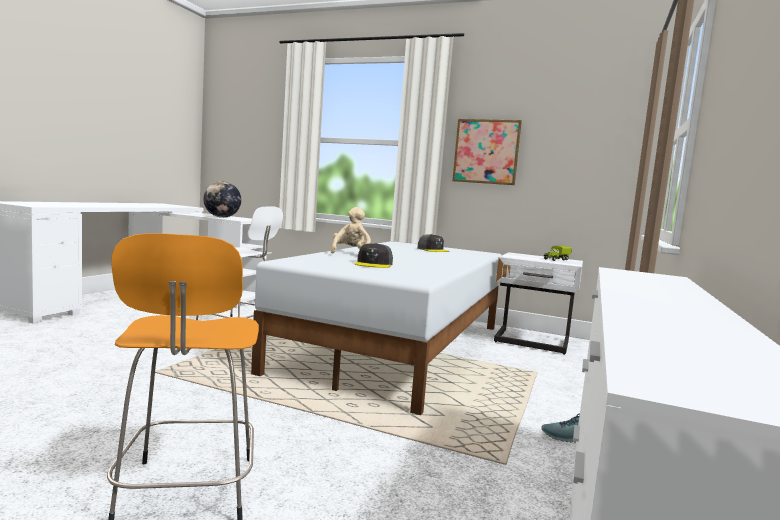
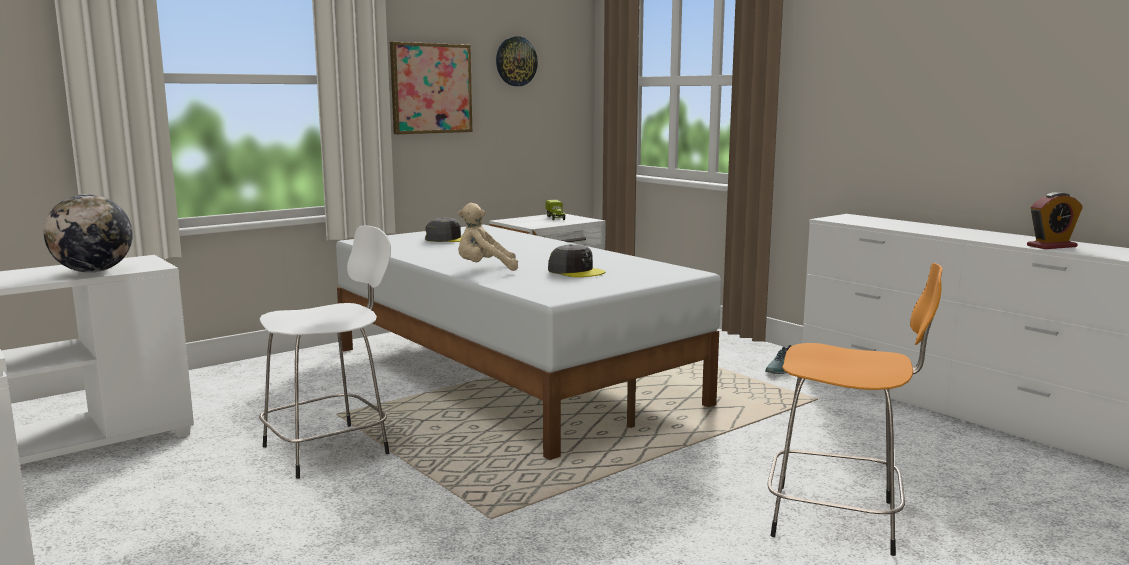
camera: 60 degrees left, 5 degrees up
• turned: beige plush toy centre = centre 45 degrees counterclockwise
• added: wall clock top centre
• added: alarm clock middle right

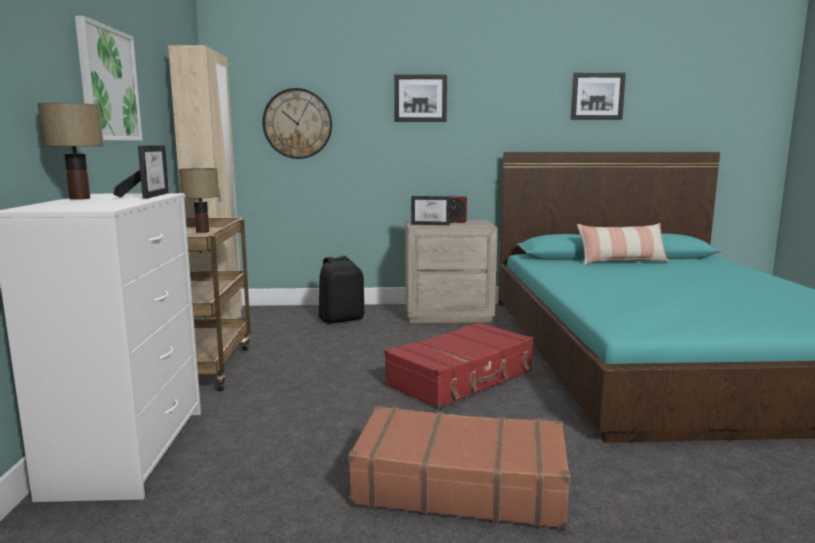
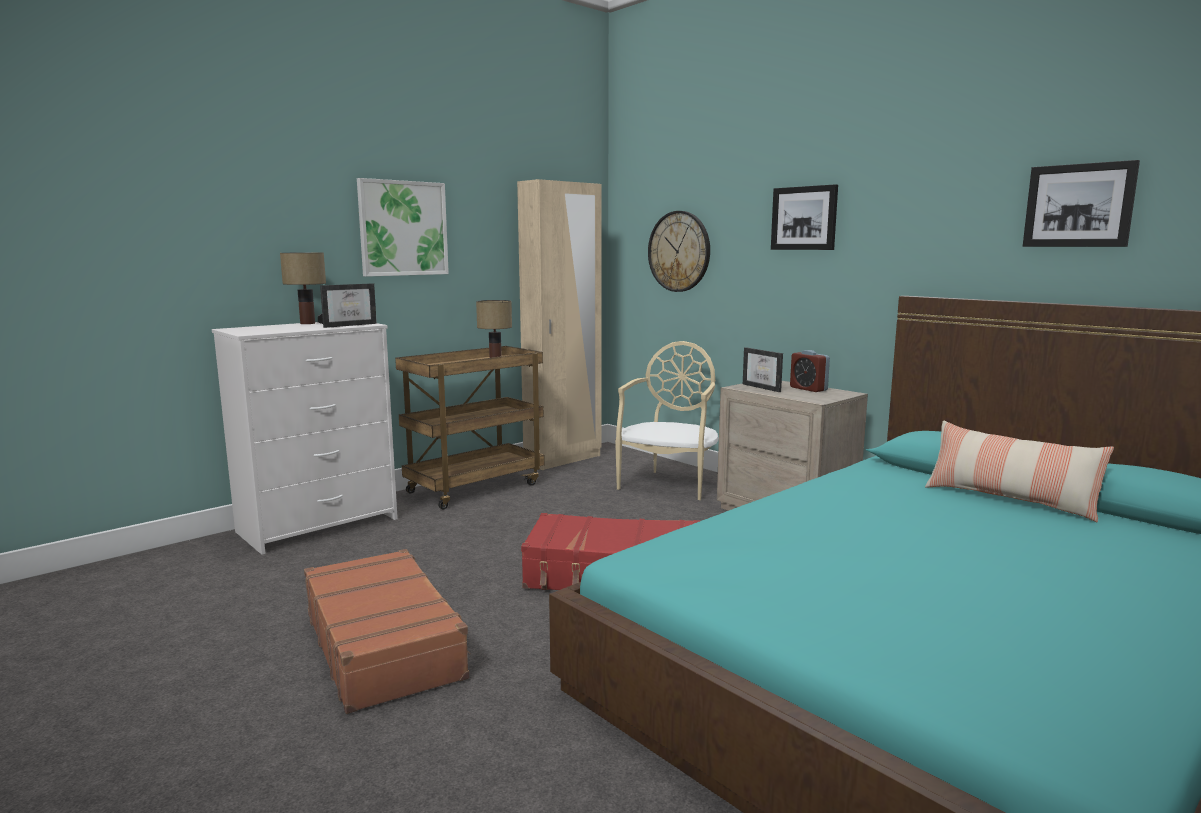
camera: 50 degrees right, 0 degrees up
• replaced: black backpack centre to beige chair centre

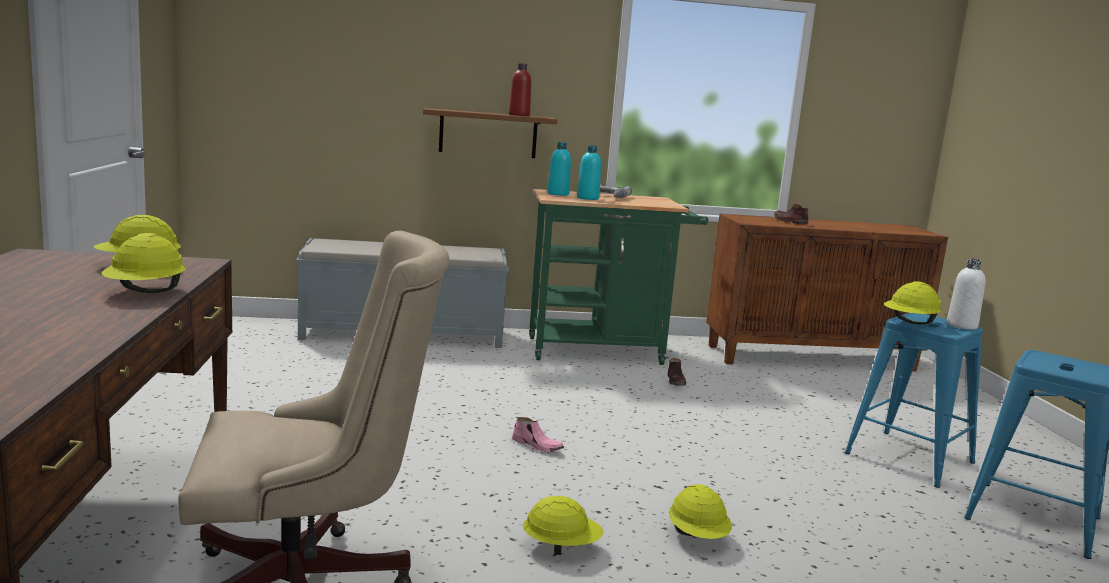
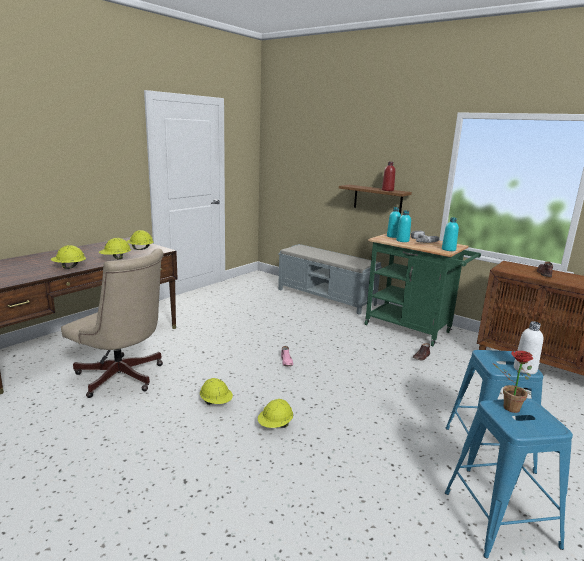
camera: 45 degrees right, 5 degrees up
• moved: yellow hard hat (5th from left in the first image) middle right to yellow hard hat (1st from left) middle left
• added: turquoise bottle (3rd from left) middle right
• added: potted plant bottom right

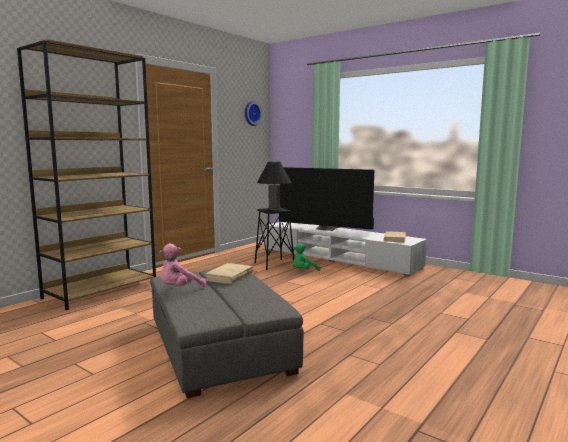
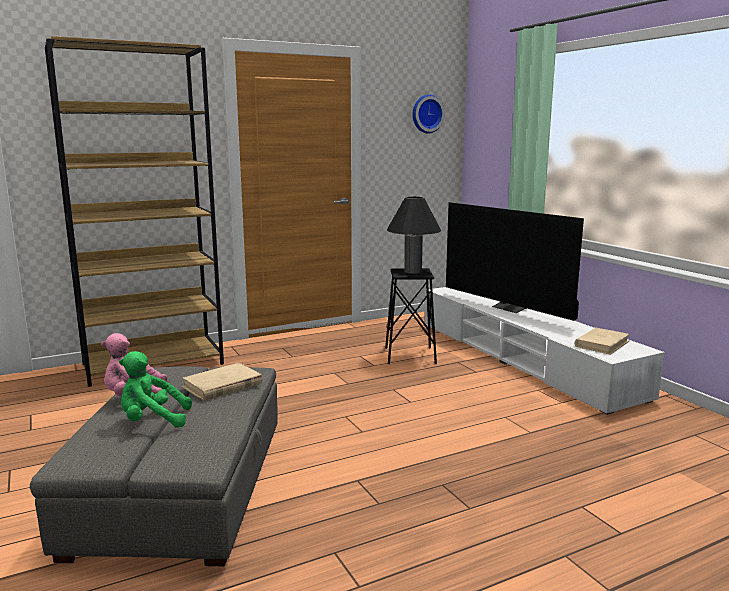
camera: 25 degrees right, 5 degrees up
• moved: green plush toy centre to middle left

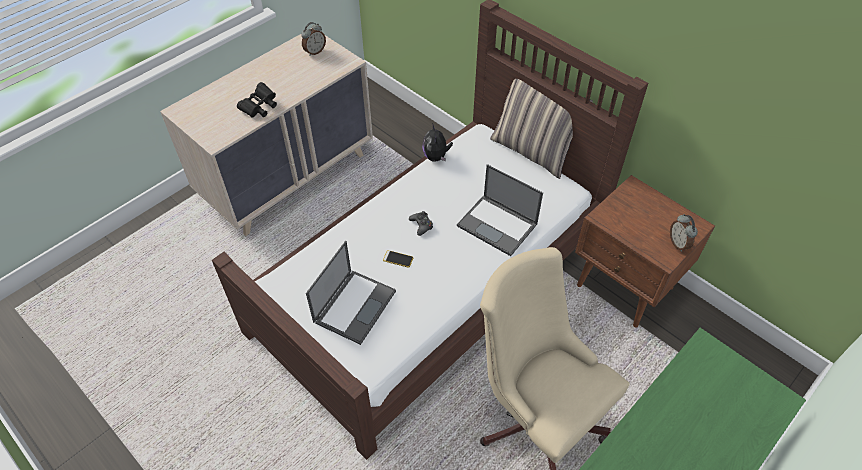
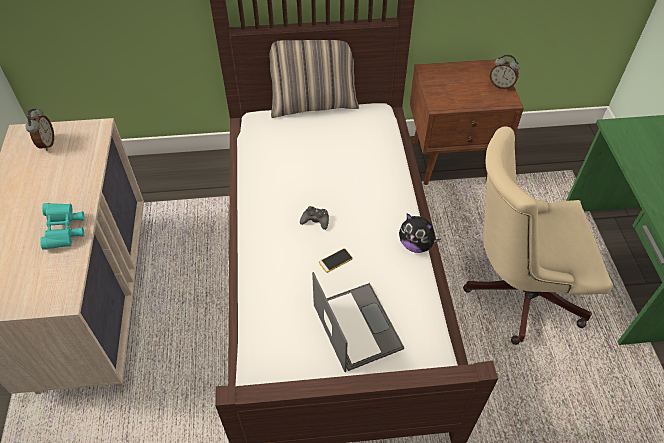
camera: 50 degrees left, 0 degrees up
• recoloured: black binoculars top left to turquoise binoculars middle left
• moved: plush toy top centre to centre
• removed: laptop (2nd from left) centre

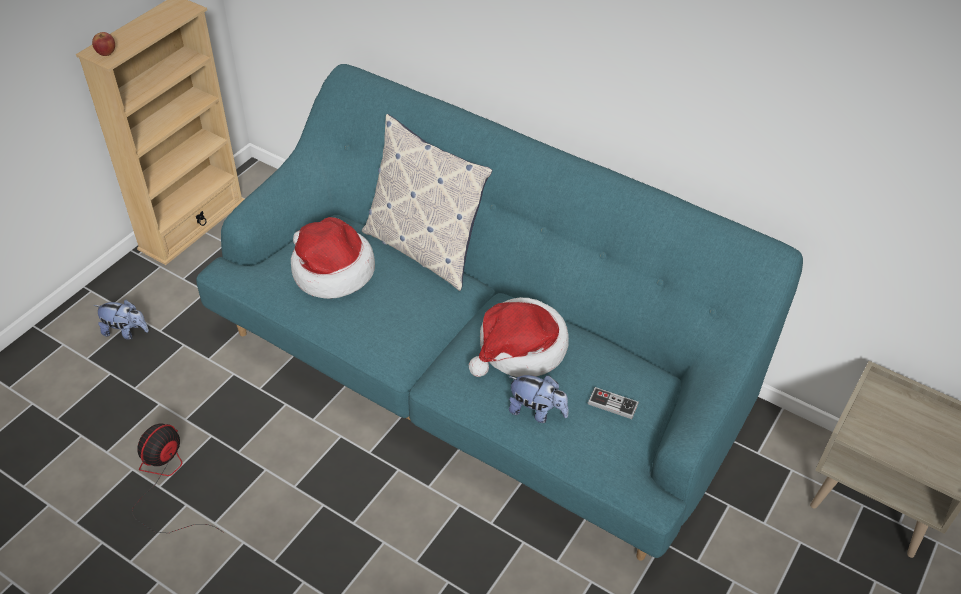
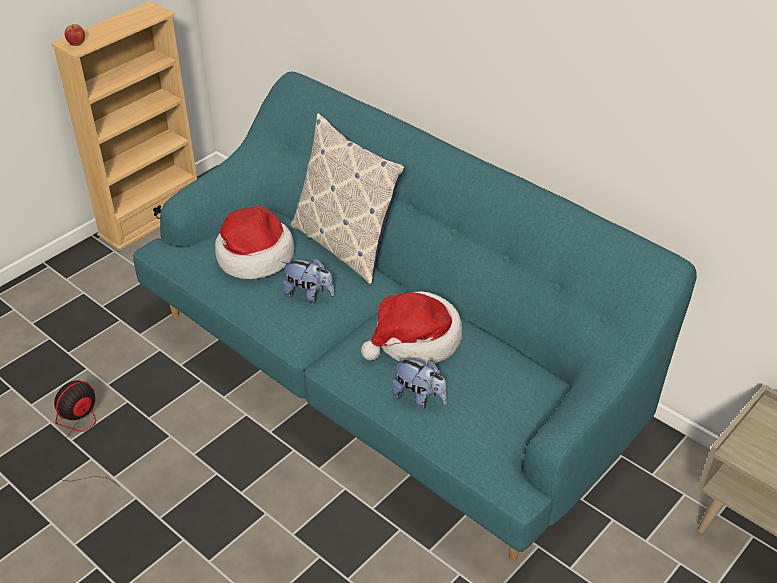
camera: 10 degrees right, 5 degrees down
• moved: plush toy (1st from left) middle left to centre
• removed: game controller bottom centre

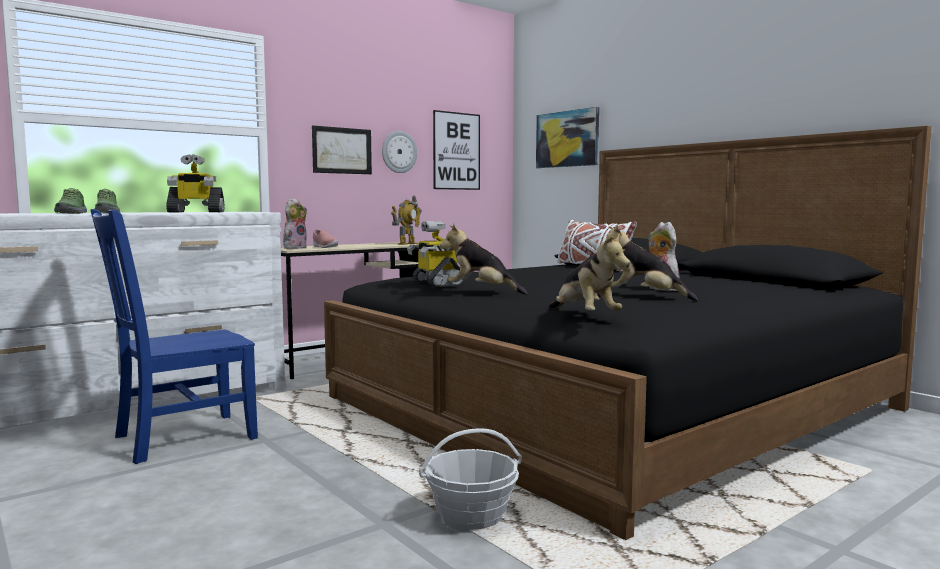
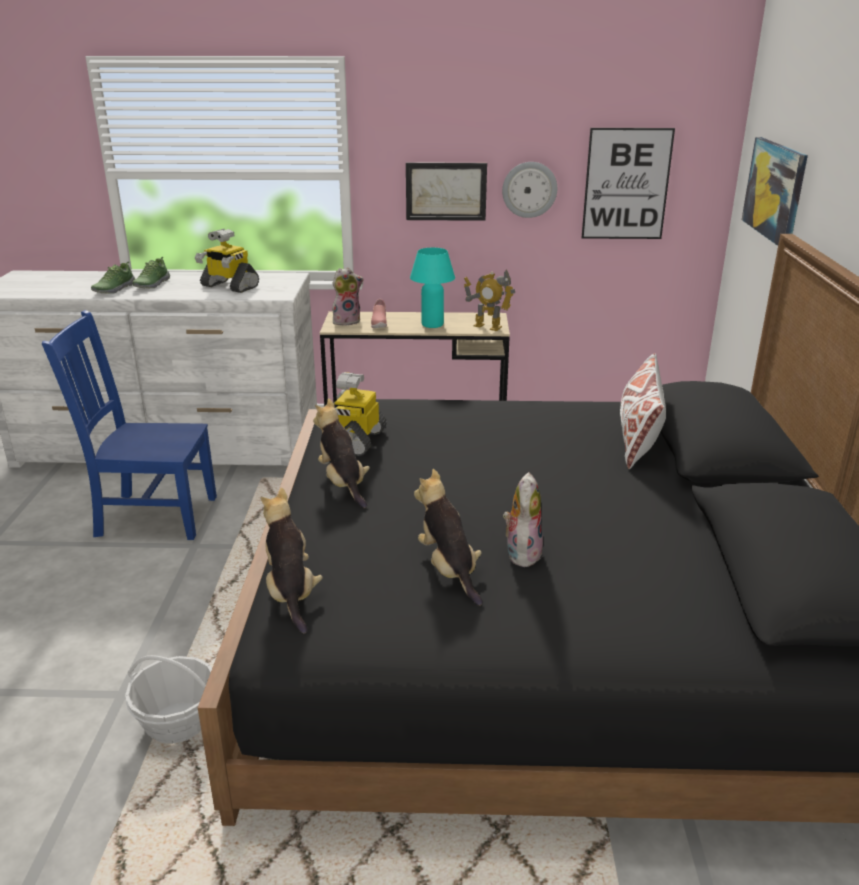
camera: 40 degrees right, 20 degrees up
• turned: toy robot (2nd from left in the first image) centre = centre 45 degrees clockwise
• turned: plush toy (3rd from left in the first image) centre = centre 150 degrees clockwise
• added: turquoise table lamp top centre

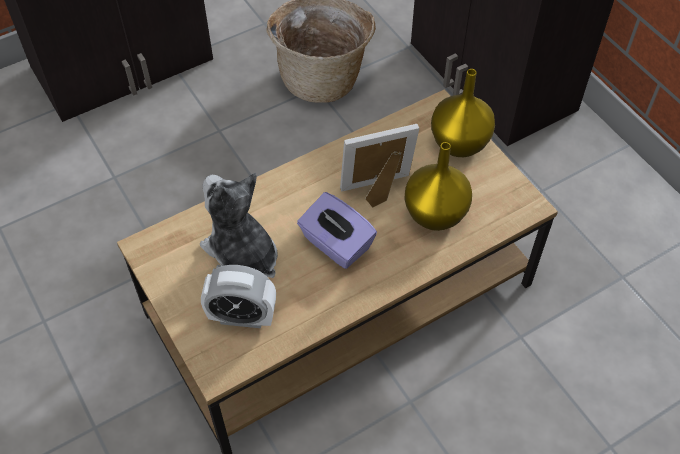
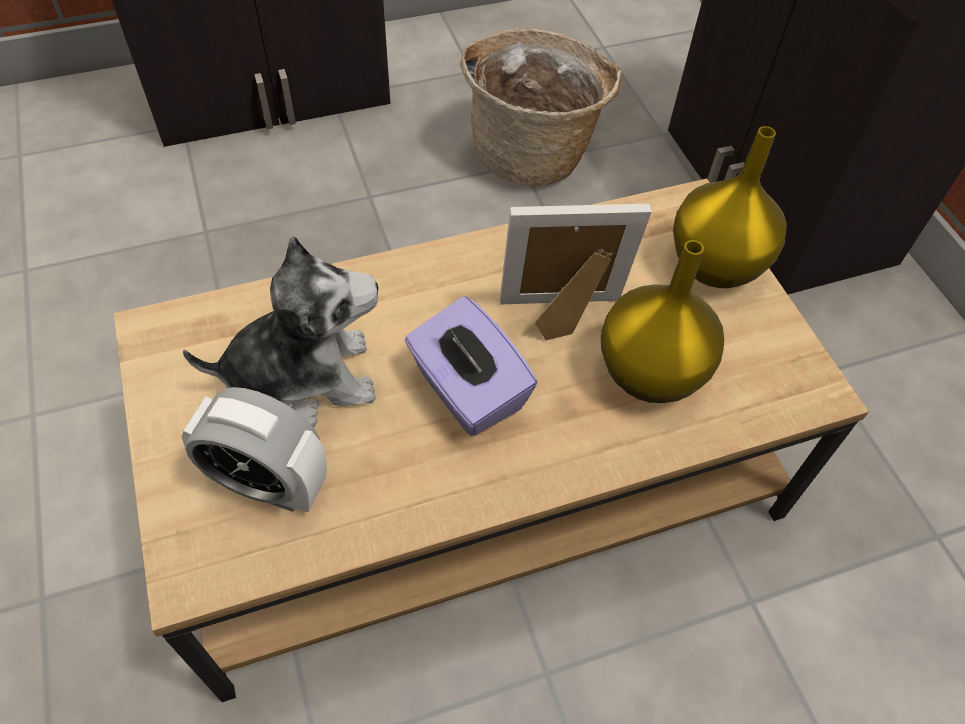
camera: 10 degrees right, 0 degrees up
• turned: plush toy centre = middle left 105 degrees clockwise

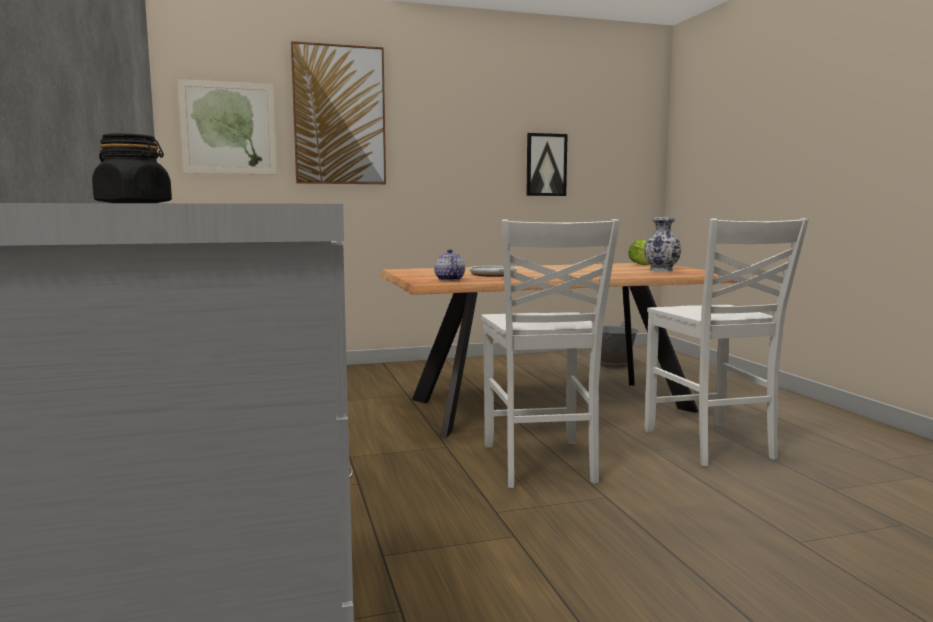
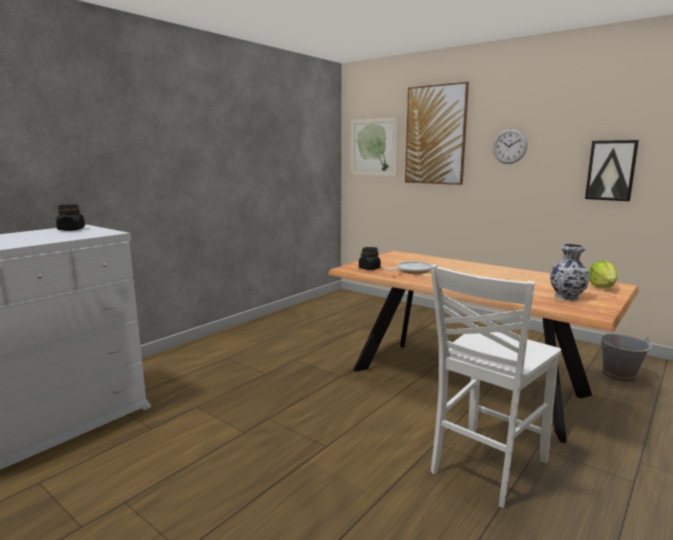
camera: 55 degrees right, 5 degrees up
• removed: white chair (1st from left) centre
• replaced: teapot centre to black jar (2nd from left) centre
• added: wall clock top right

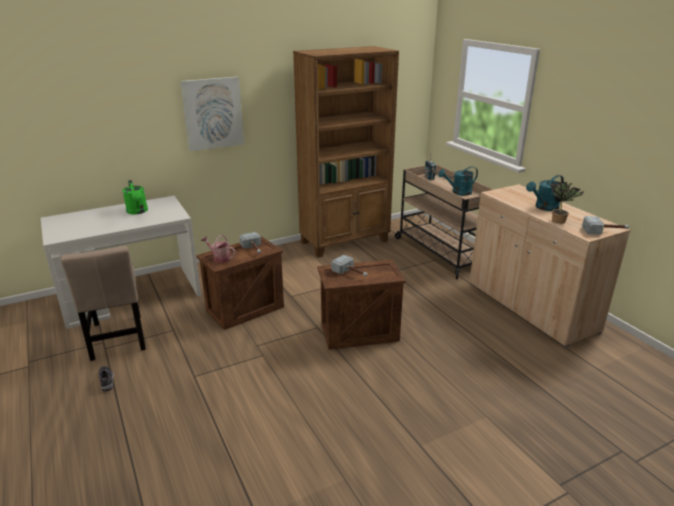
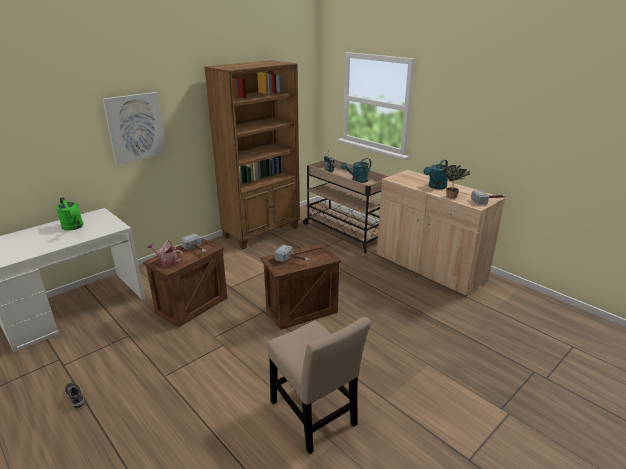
camera: 15 degrees left, 0 degrees up
• moved: beige chair middle left to bottom centre

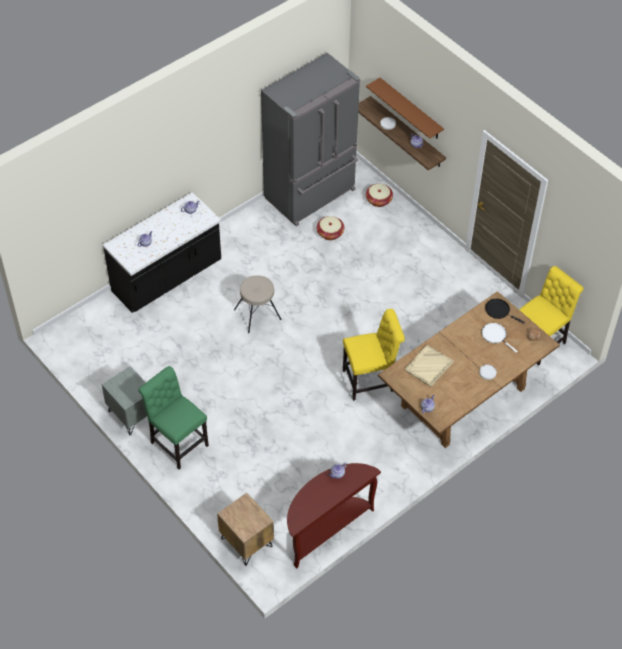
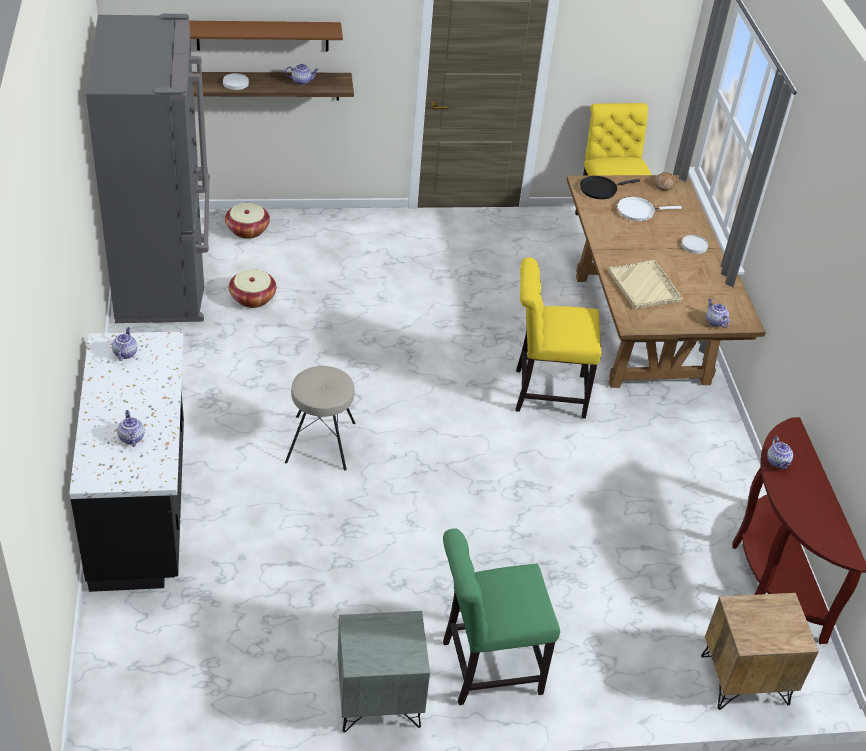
camera: 60 degrees left, 10 degrees down
• turned: yellow chair (1st from left) centre = centre 105 degrees counterclockwise

